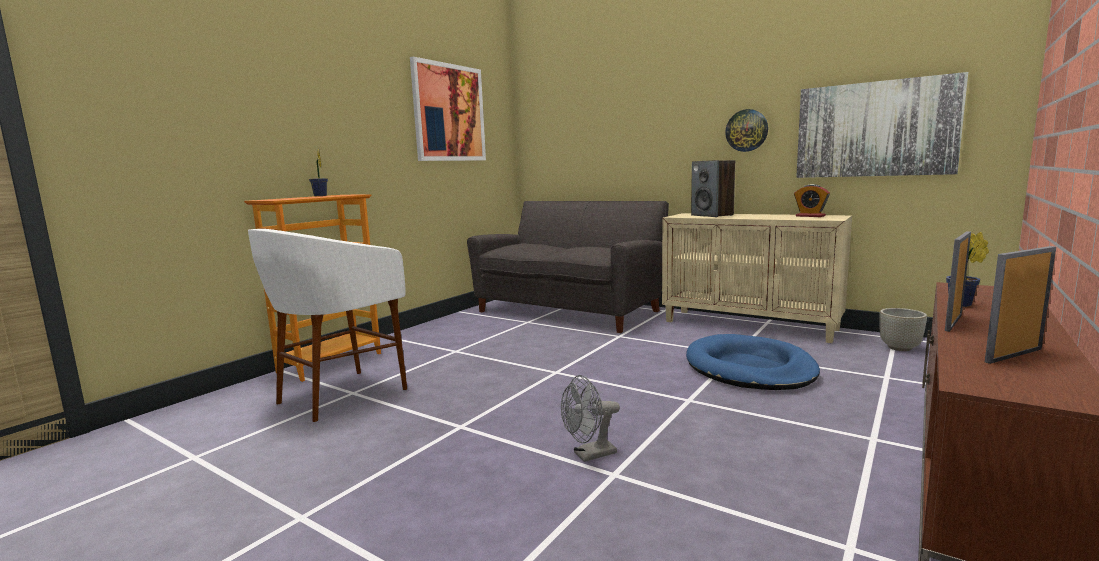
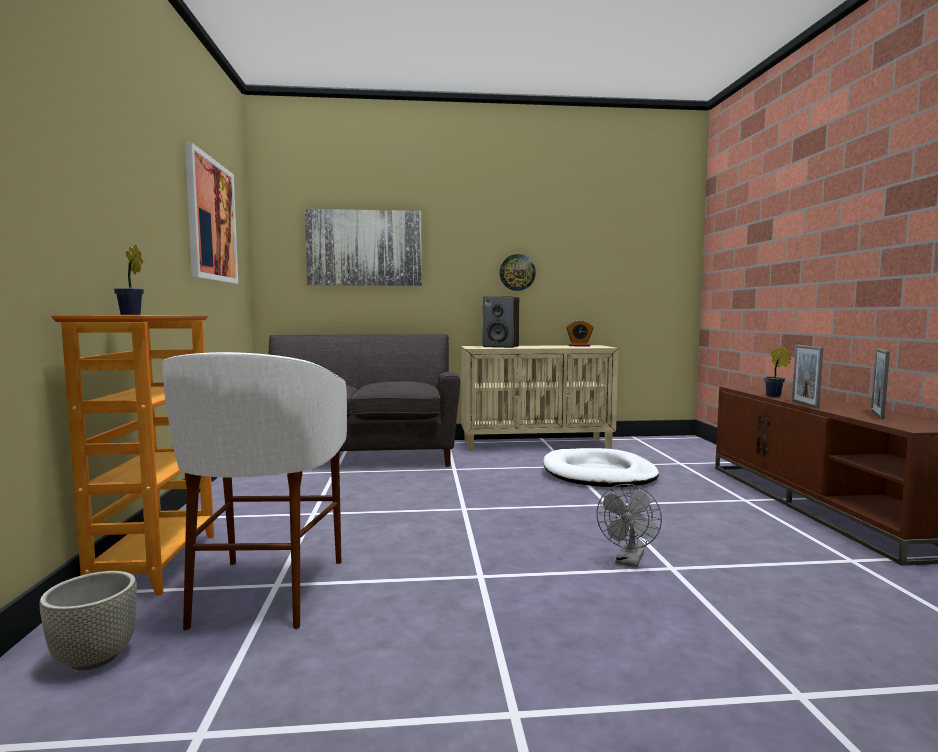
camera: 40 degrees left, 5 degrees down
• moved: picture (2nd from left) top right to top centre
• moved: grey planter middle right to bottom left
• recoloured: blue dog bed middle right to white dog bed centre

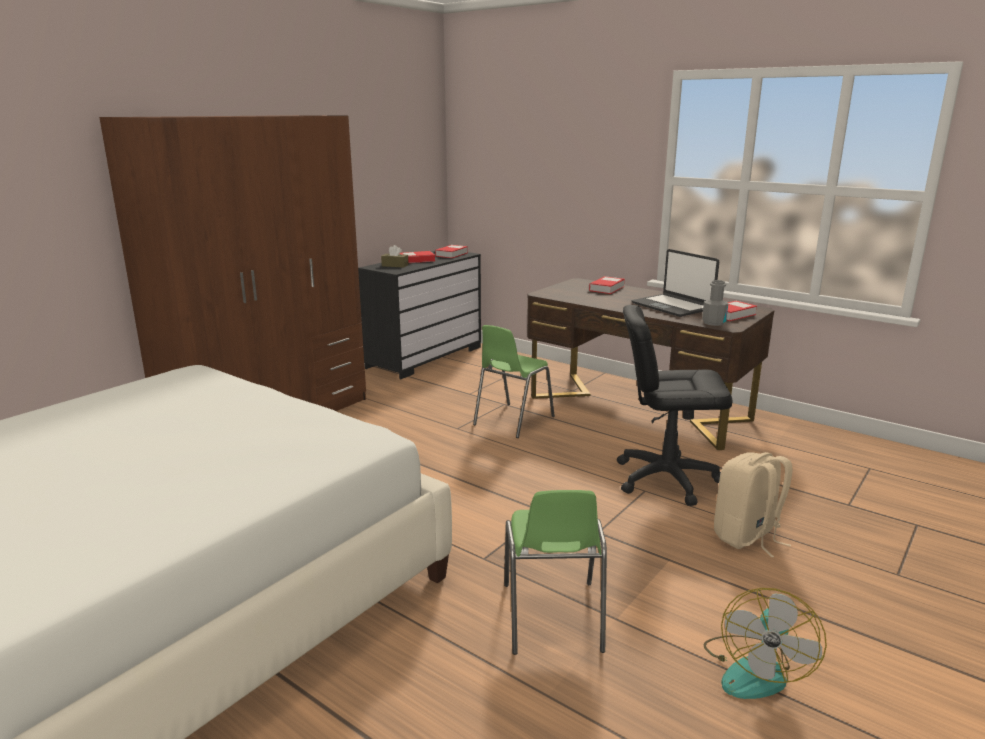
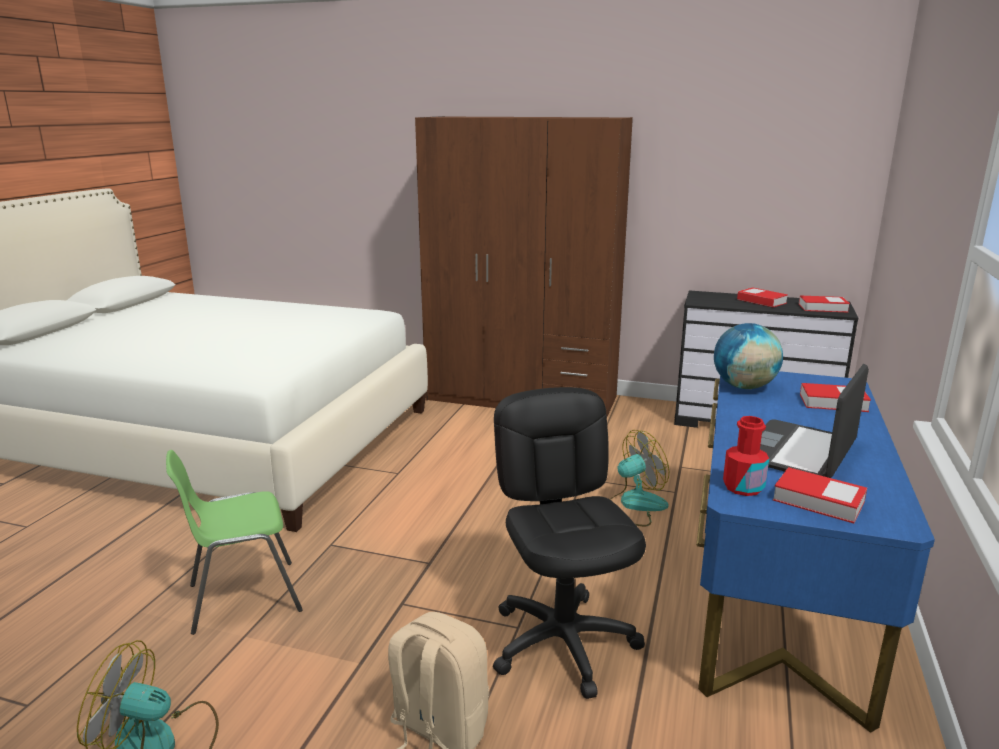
camera: 70 degrees right, 0 degrees up
• removed: brown tissue box centre
• recoloured: brown desk centre to blue desk bottom right
• recoloured: grey bottle middle right to red bottle middle right
• replaced: green chair (1st from left) centre to fan (2nd from left) centre
• added: globe middle right

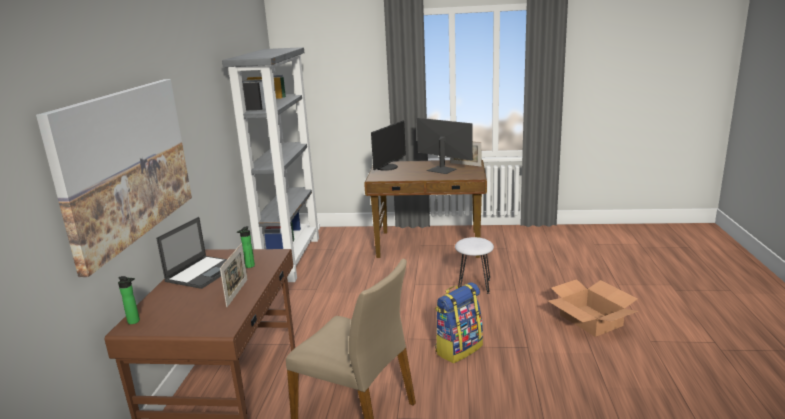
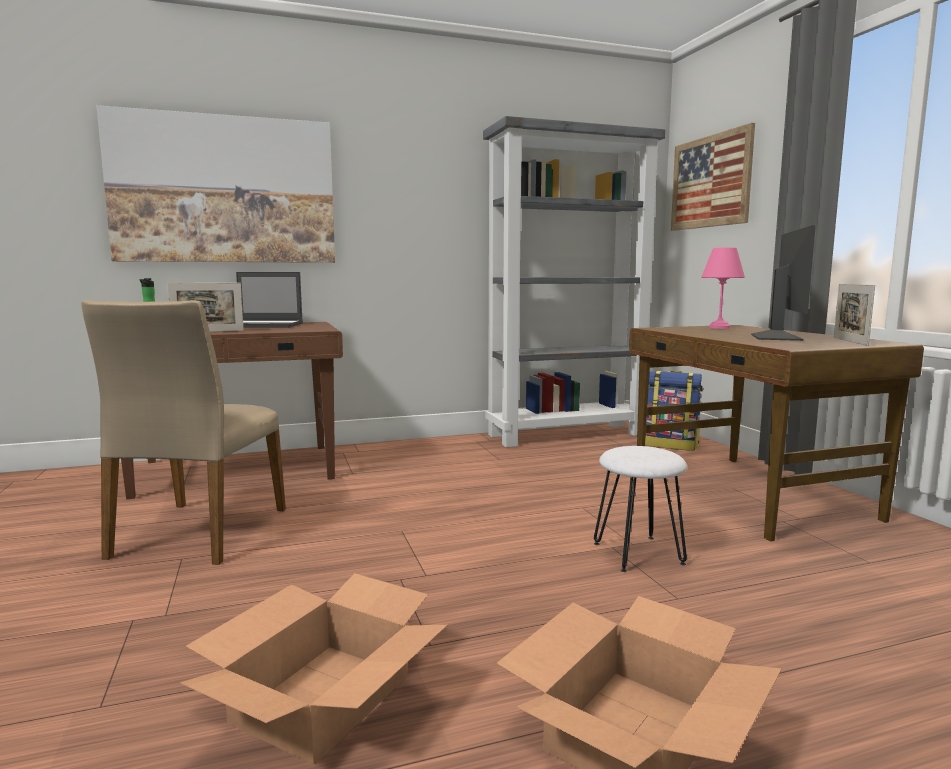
camera: 65 degrees right, 10 degrees down
• replaced: monitor (1st from left) centre to pink table lamp middle right
• removed: bottle (2nd from left) middle left
• moved: backpack bottom centre to middle right
• added: picture (2nd from left) top right
• added: cardboard box (1st from left) bottom left

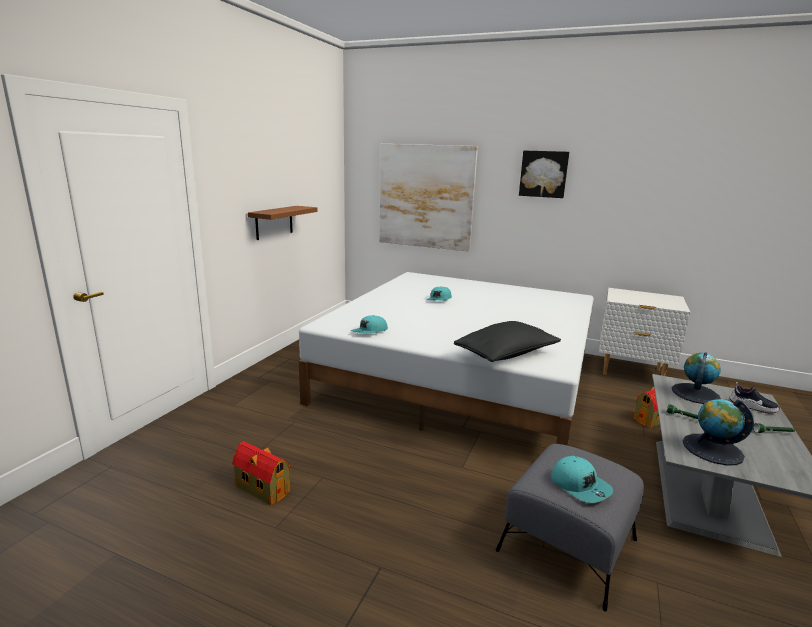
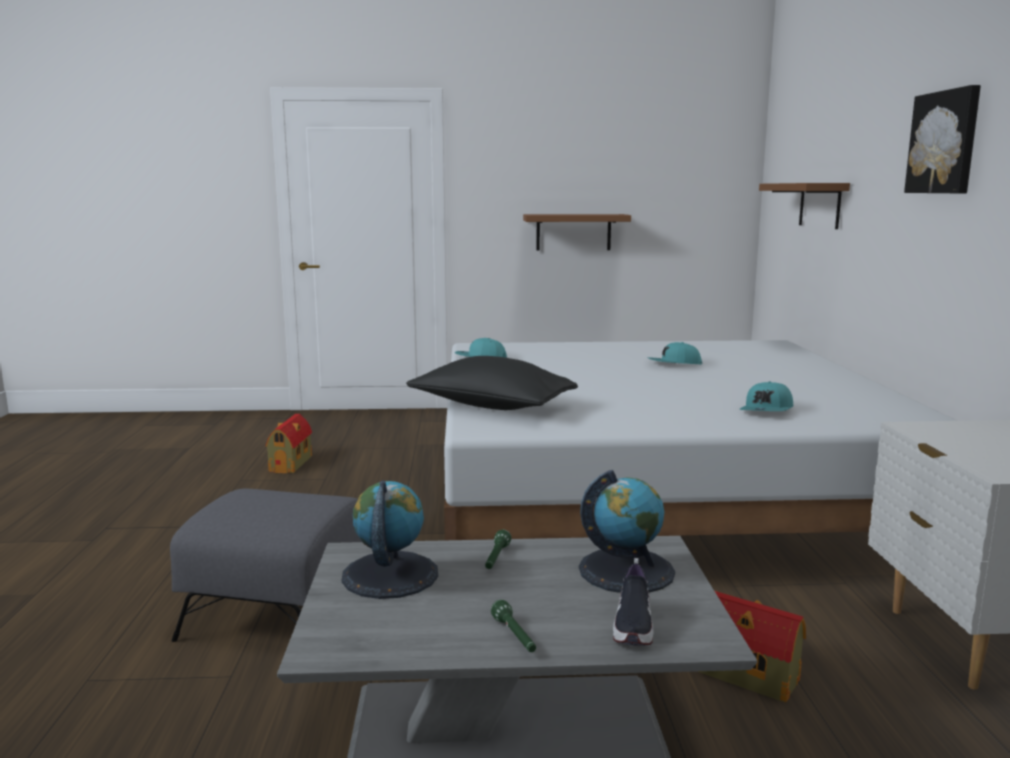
camera: 65 degrees right, 5 degrees down
• replaced: picture (1st from left) top centre to brown shelf (2nd from left) top right
• moved: turquoise cap (3rd from left) bottom right to middle right

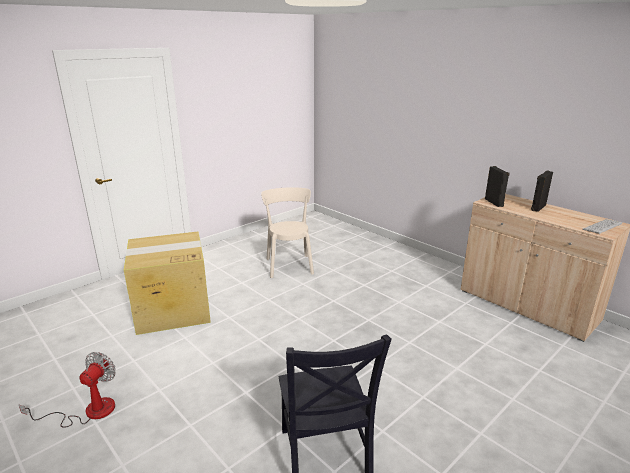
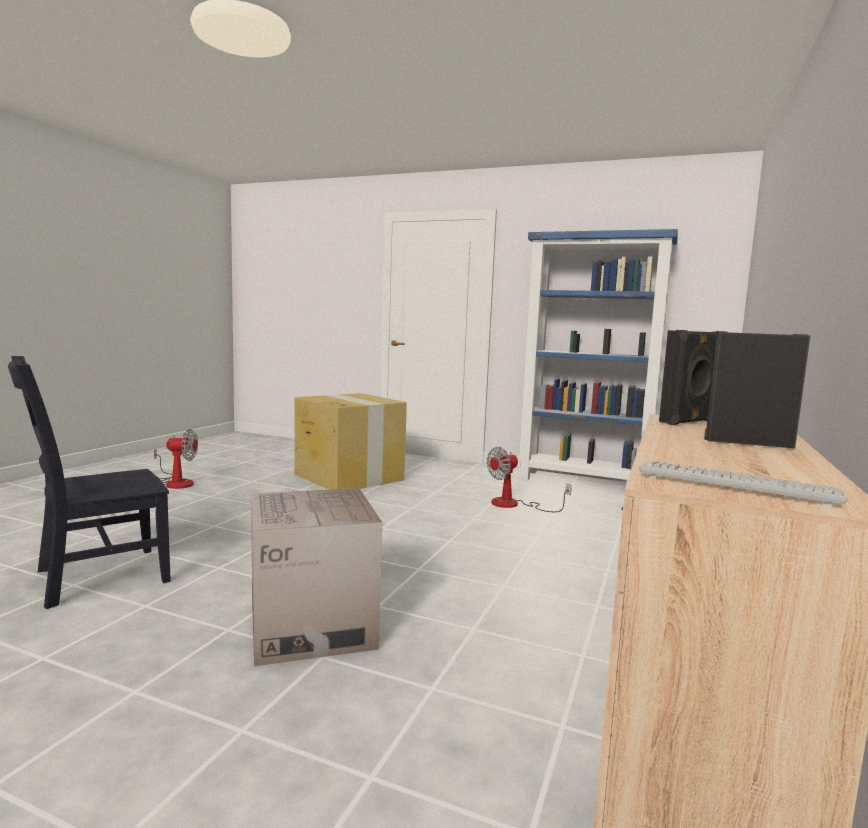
camera: 65 degrees right, 15 degrees down
• replaced: beige chair centre to fan (2nd from left) centre
• added: blue bookcase middle right
• added: cardboard box (1st from left) bottom centre

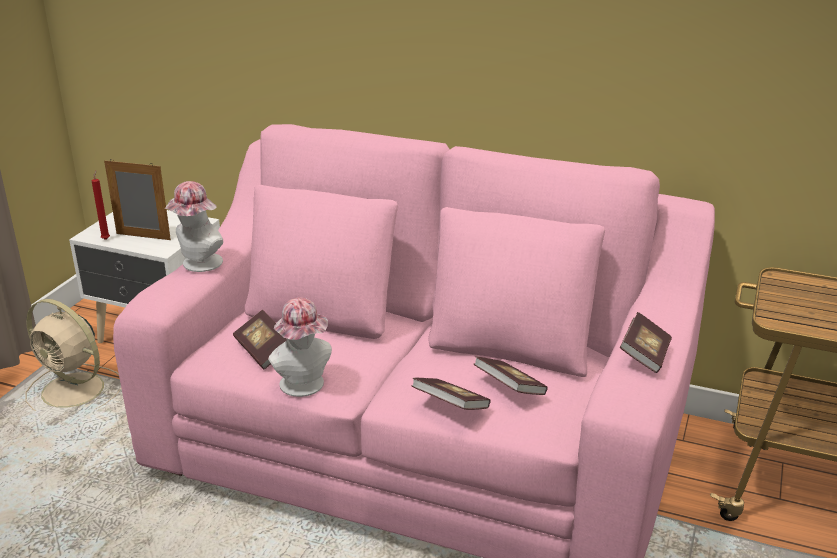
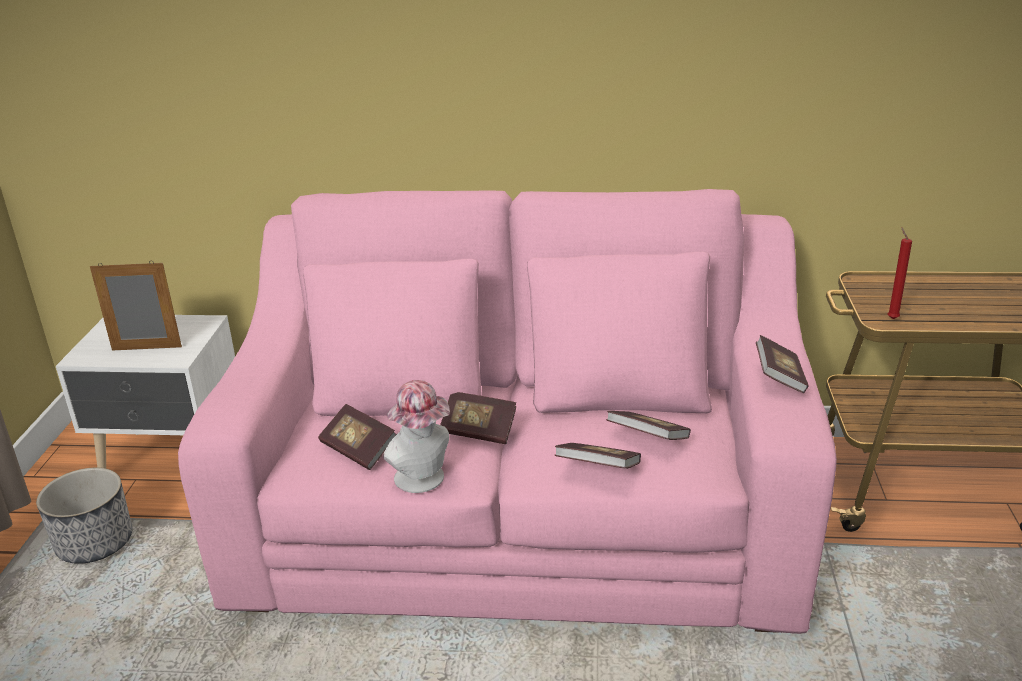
camera: 15 degrees left, 0 degrees up
• moved: red candle middle left to middle right
• removed: hat (1st from left) middle left
• replaced: beige fan middle left to planter bottom left
• added: book (2nd from left) centre

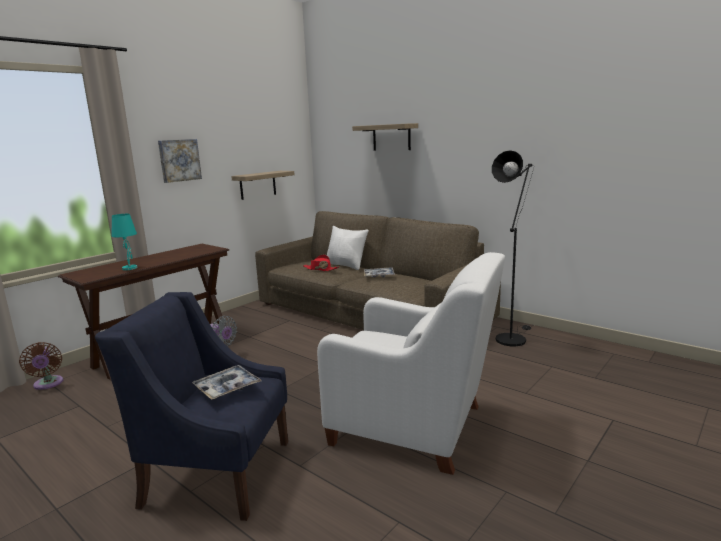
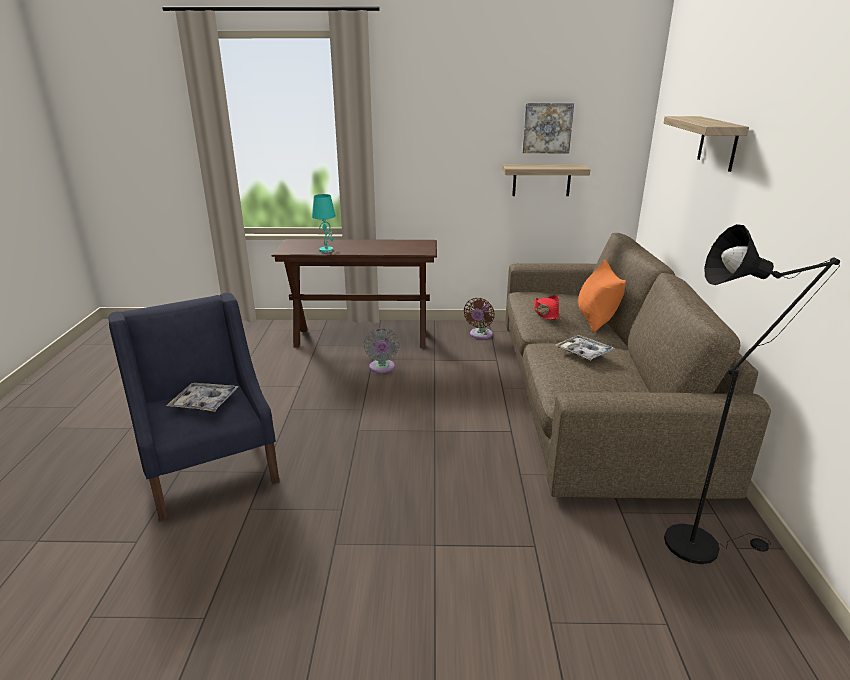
camera: 50 degrees right, 10 degrees up
• moved: picture top left to top centre
• recoloured: white pillow centre to orange pillow middle right
• removed: white armchair bottom centre
• moved: brown fan bottom left to centre

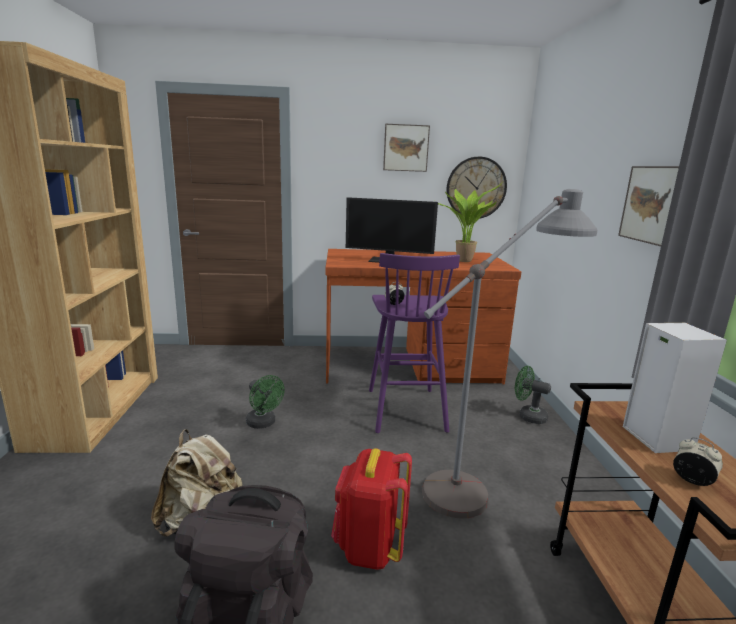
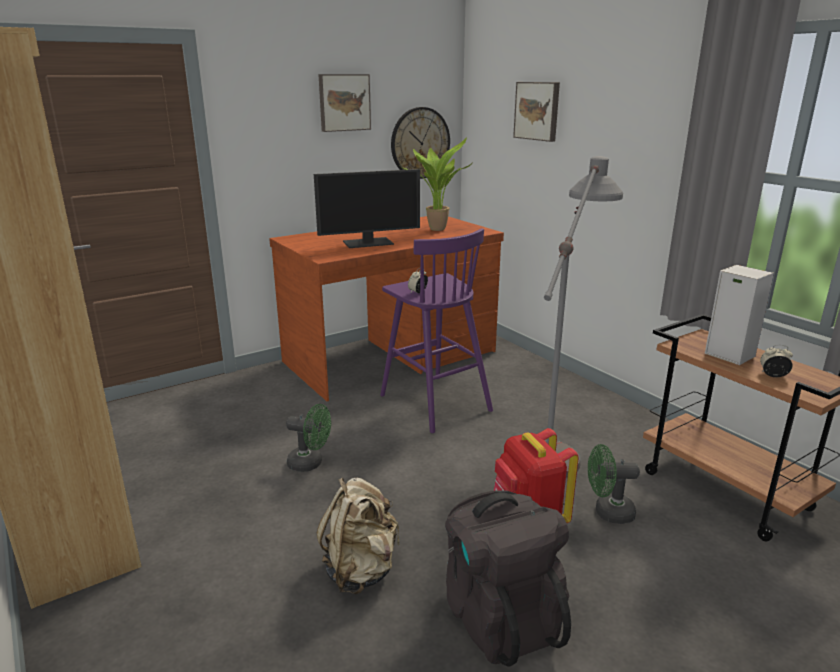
camera: 30 degrees left, 5 degrees up
• moved: picture (2nd from left) top right to top centre
• moved: green fan (2nd from left) middle right to bottom right

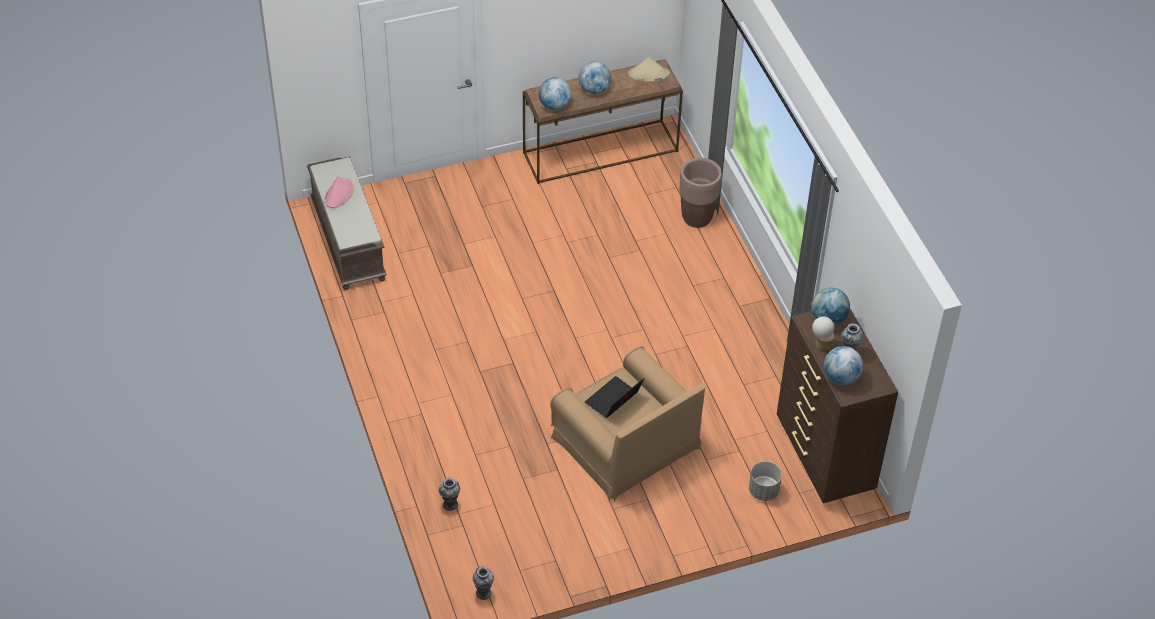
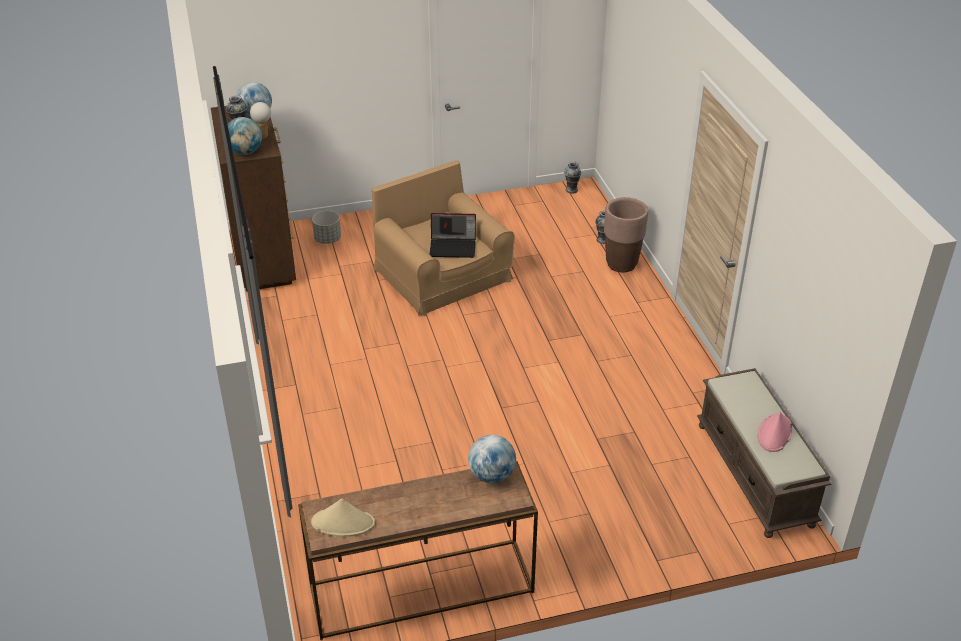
camera: 175 degrees left, 10 degrees down
• removed: globe (2nd from left) top centre
• moved: brown planter top centre to centre
• turned: laptop centre = centre 45 degrees clockwise

